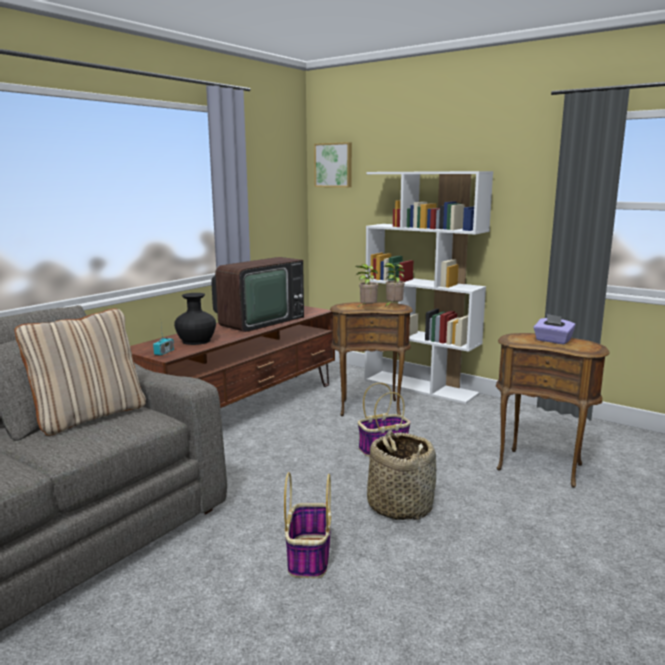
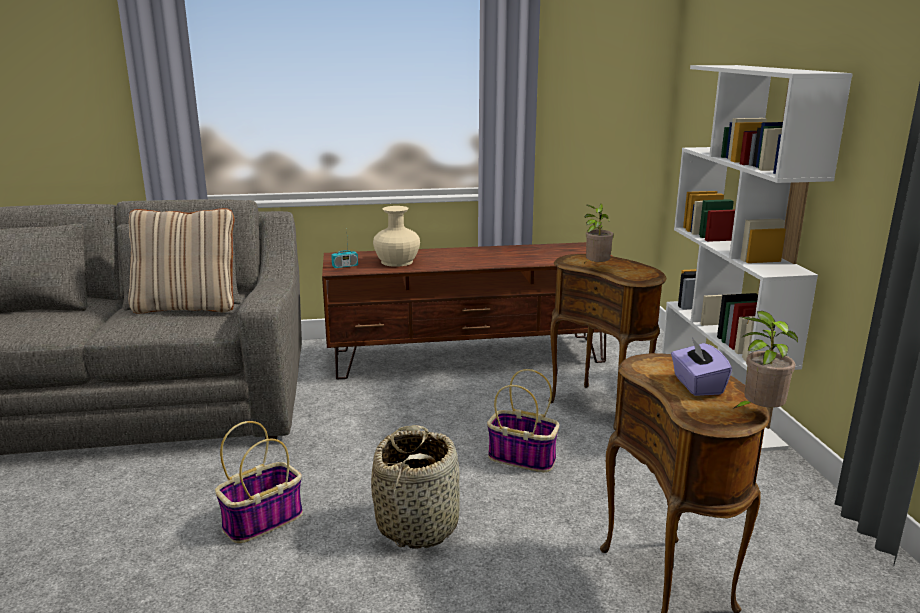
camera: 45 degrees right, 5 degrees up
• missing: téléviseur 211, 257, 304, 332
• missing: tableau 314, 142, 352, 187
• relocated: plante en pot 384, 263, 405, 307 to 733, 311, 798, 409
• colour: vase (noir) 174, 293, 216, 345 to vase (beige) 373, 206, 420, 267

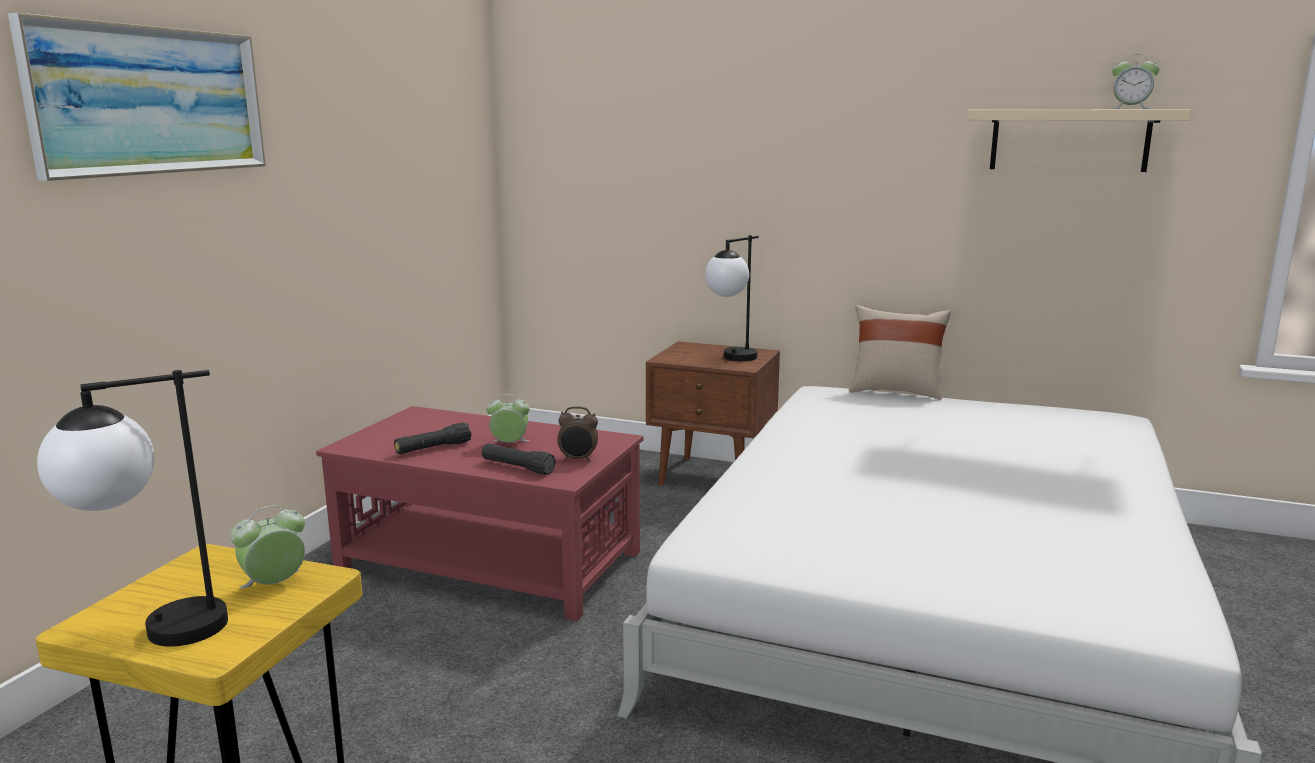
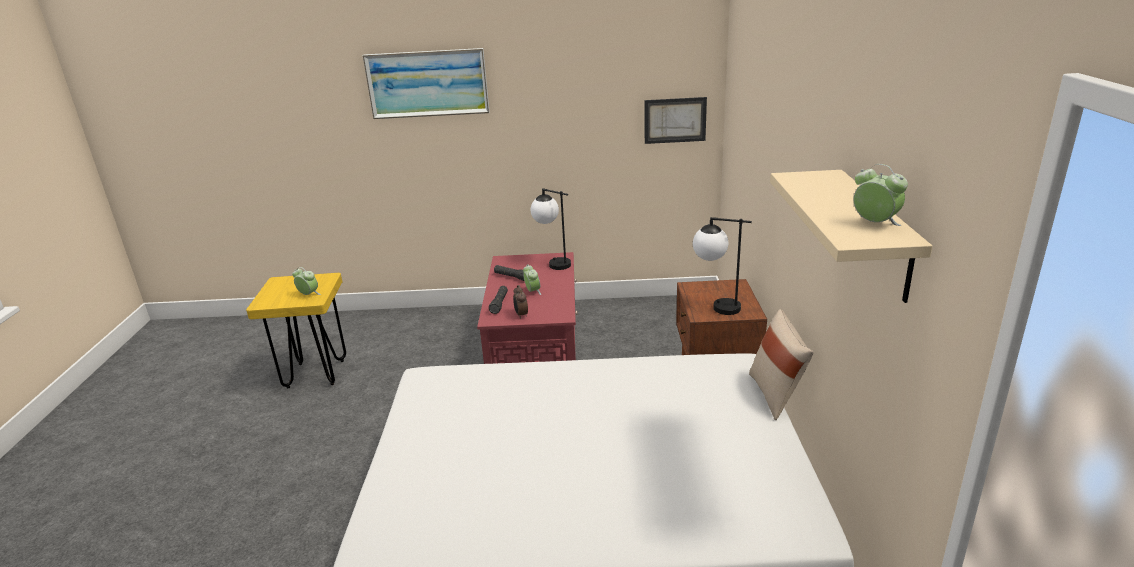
camera: 70 degrees right, 10 degrees up
• appeared: tableau 644, 97, 707, 144
• relocated: lampe de table 37, 370, 228, 647 to 531, 188, 571, 270
• spun: réveil 1112, 55, 1159, 109 = 854, 164, 908, 226 135 degrees clockwise

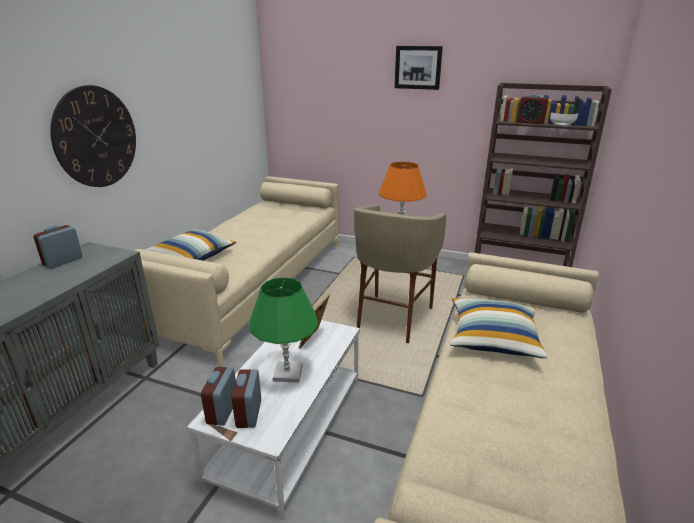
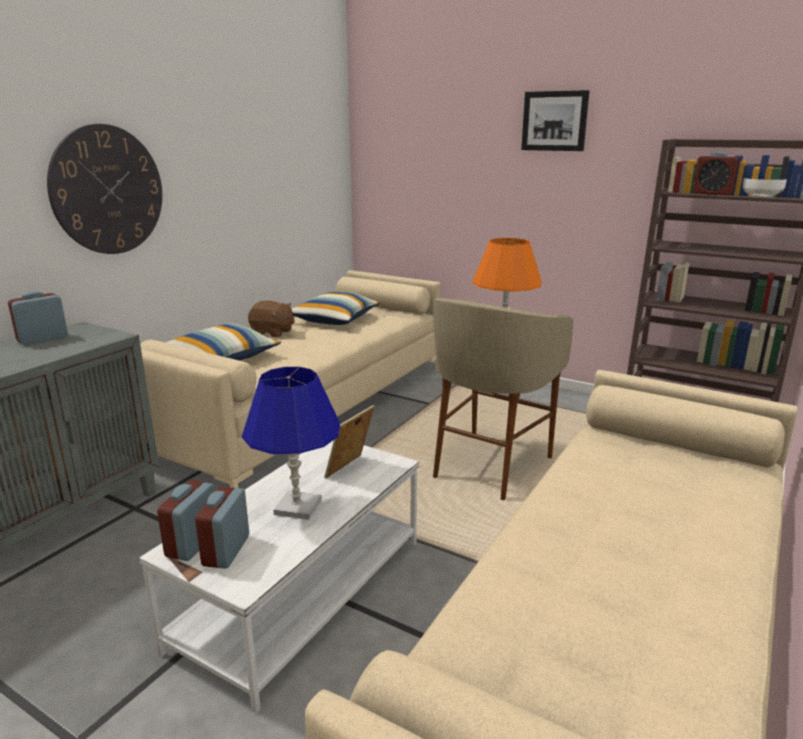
camera: 10 degrees right, 5 degrees down
• appeared: peluche (marron) 248, 301, 295, 337
• relocated: coussin 450, 298, 548, 358 to 292, 291, 380, 325
• colour: lampe de table (vert) 250, 277, 319, 382 to lampe de table (bleu) 242, 367, 340, 520

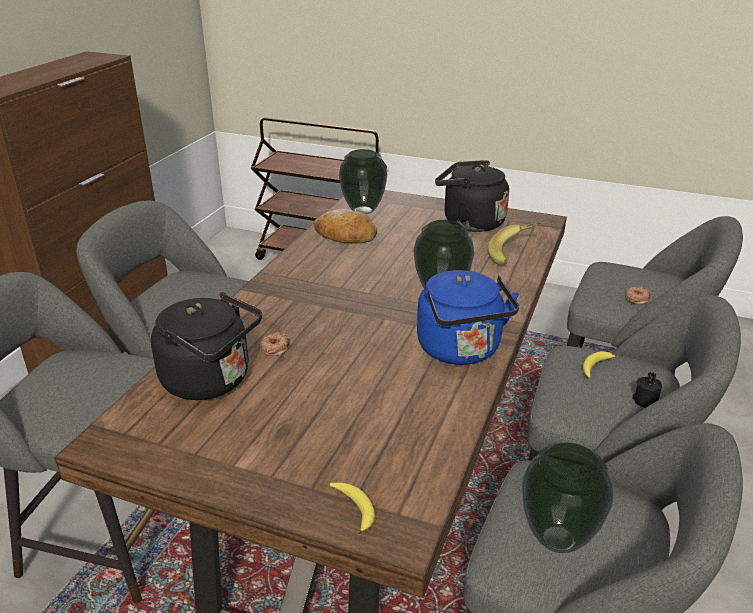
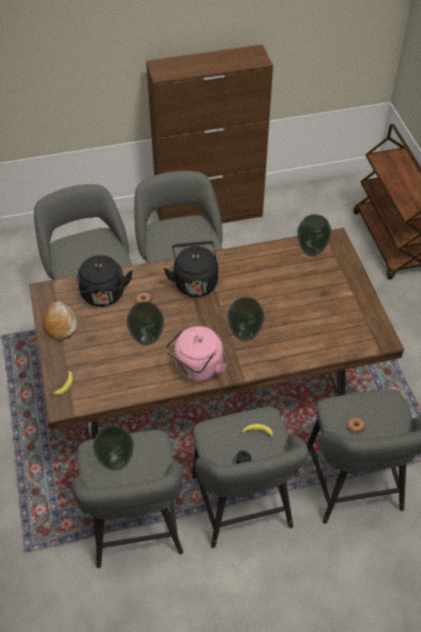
camera: 55 degrees right, 20 degrees up
• missing: banane 488, 222, 541, 265
• appeared: vase 126, 301, 164, 346
• relocated: pain 314, 209, 377, 243 to 44, 301, 76, 341
• relocated: bouilloire (noir) 435, 160, 509, 232 to 164, 241, 218, 297
• colour: bouilloire (bleu) 417, 270, 519, 365 to bouilloire (rose) 165, 326, 227, 381

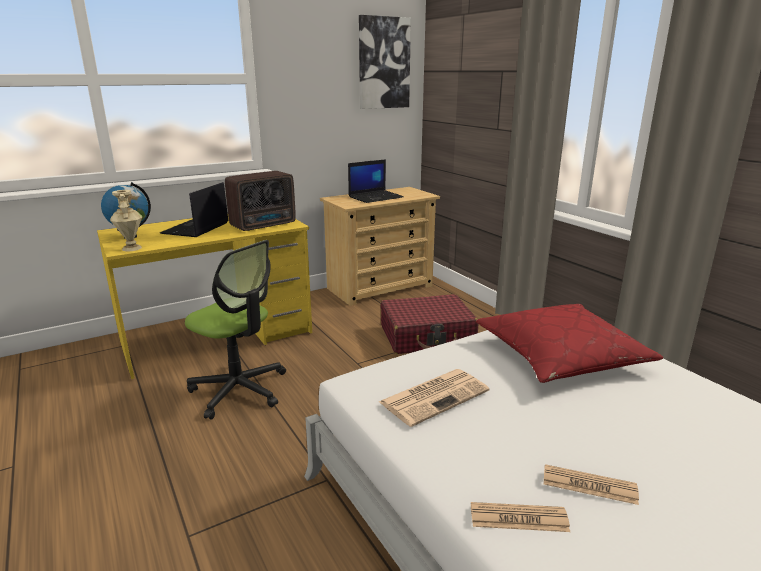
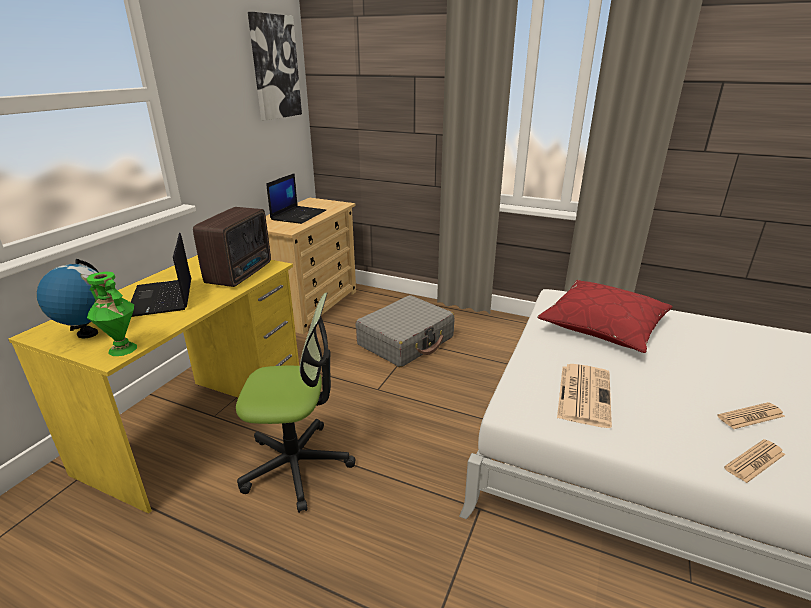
camera: 35 degrees left, 5 degrees up
• colour: vase (beige) 110, 190, 142, 251 to vase (vert) 86, 272, 137, 356
• colour: valise (rouge) 381, 294, 478, 354 to valise (gris) 356, 295, 454, 367

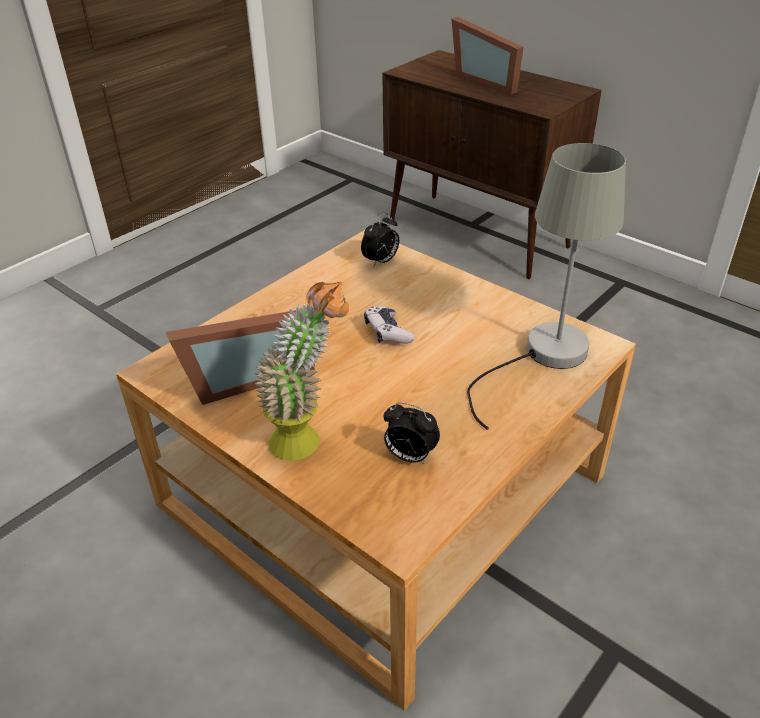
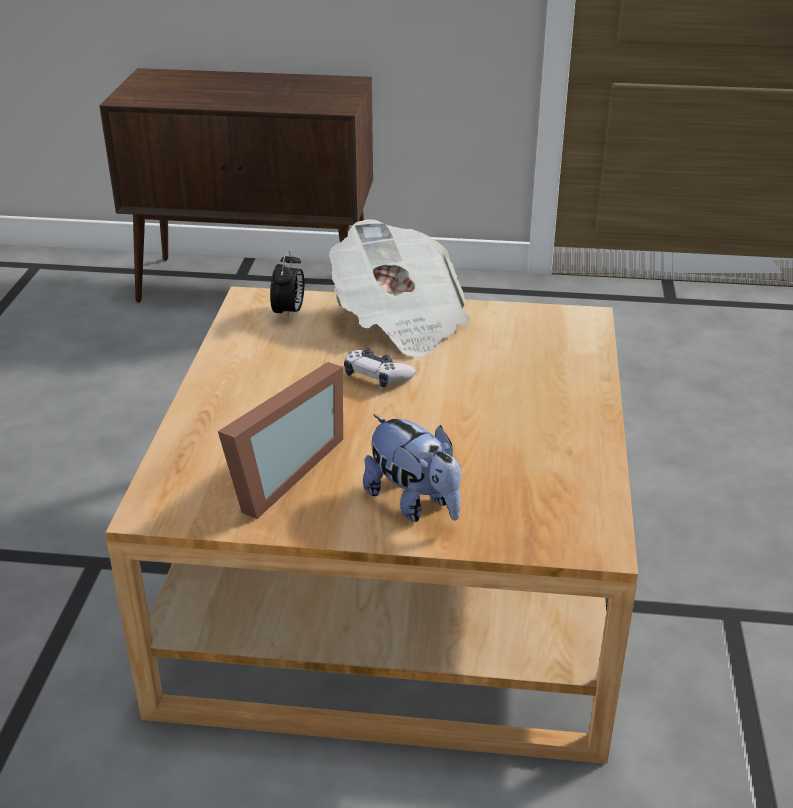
camera: 35 degrees left, 5 degrees down
• missing: réveil 383, 402, 440, 463
• missing: cadre photo 451, 17, 524, 95
• missing: lampe de table (gris) 467, 143, 626, 430
• appeared: journal 329, 219, 470, 358
• exchanged: plante en pot 255, 282, 349, 461 to peluche 363, 414, 461, 522

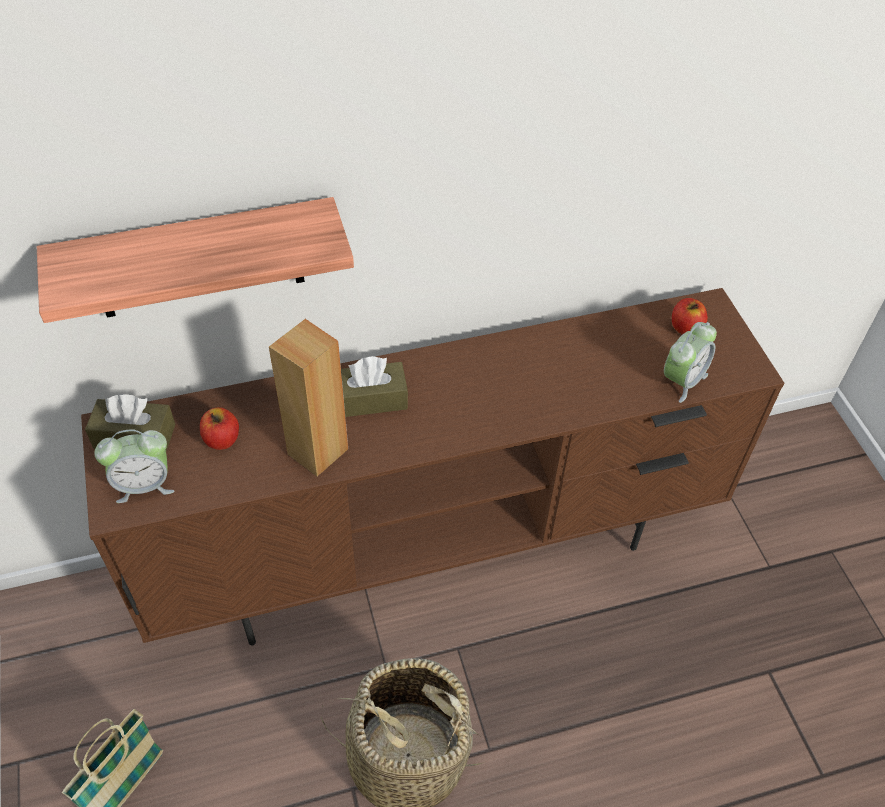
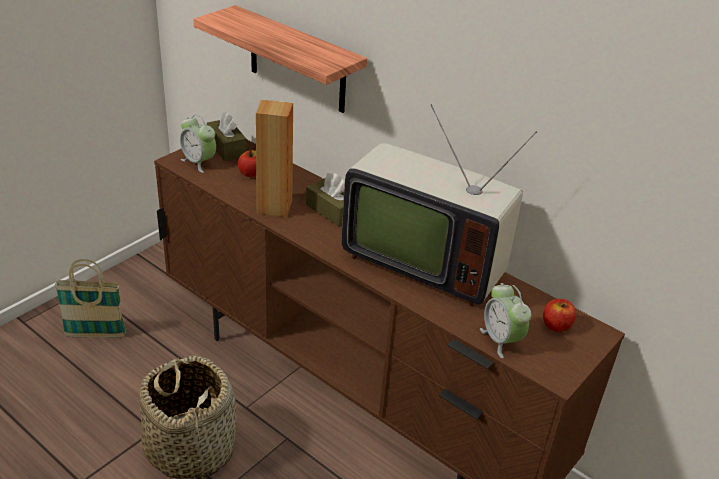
camera: 55 degrees right, 15 degrees down
• appeared: téléviseur 342, 104, 537, 307
• spun: réveil 664, 322, 717, 403 = 480, 283, 531, 358 60 degrees clockwise

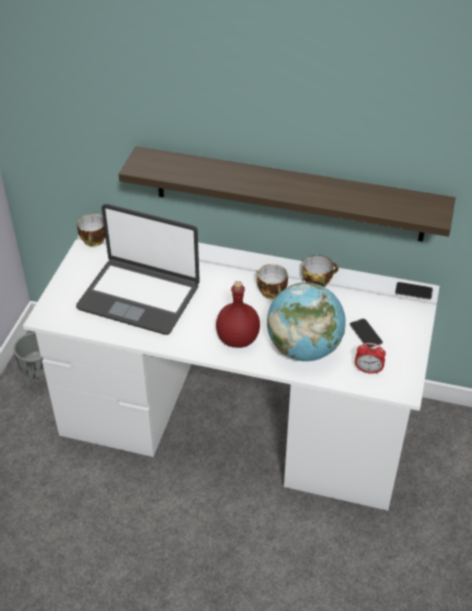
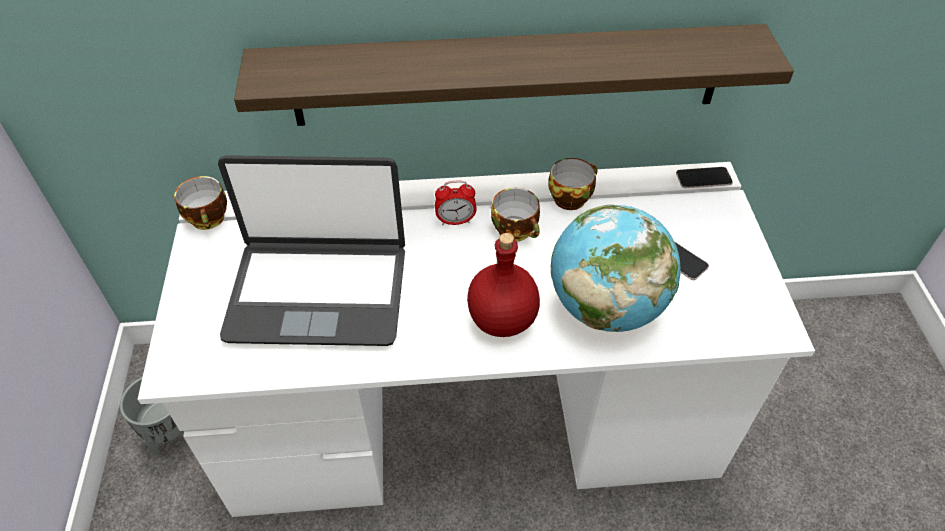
camera: 20 degrees left, 5 degrees up
• relocated: réveil 355, 343, 386, 374 to 435, 181, 477, 225

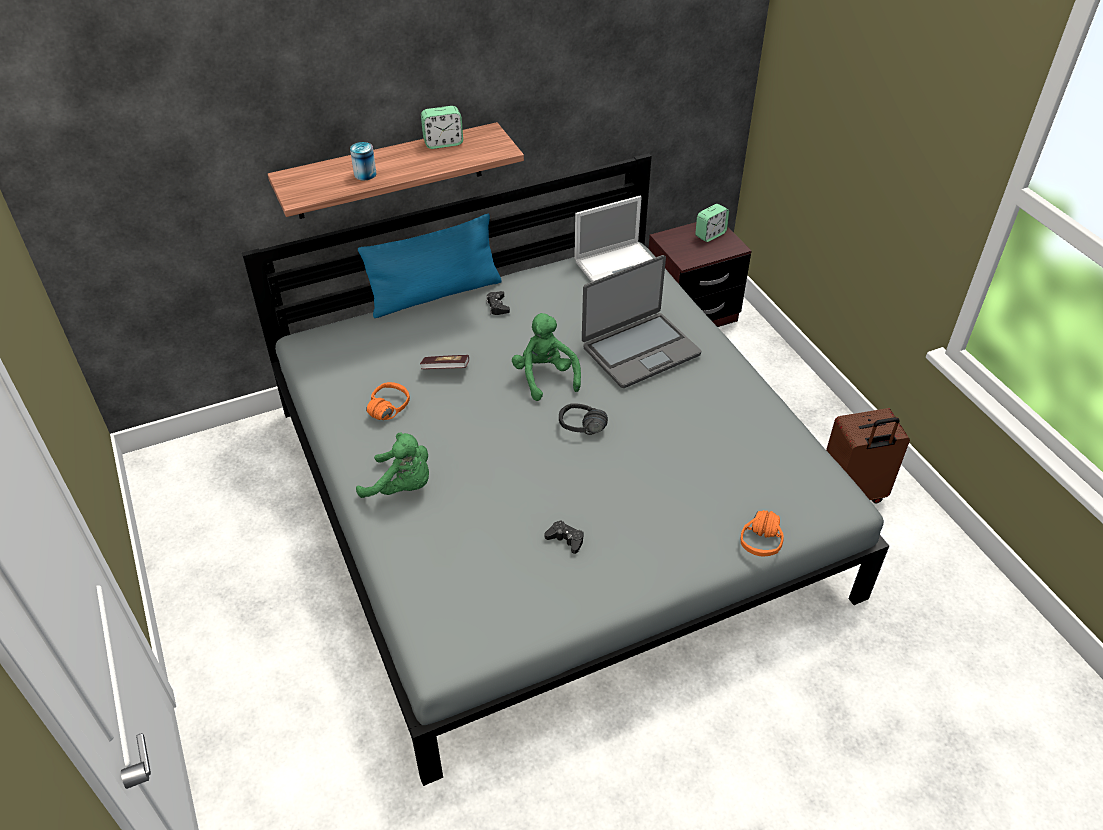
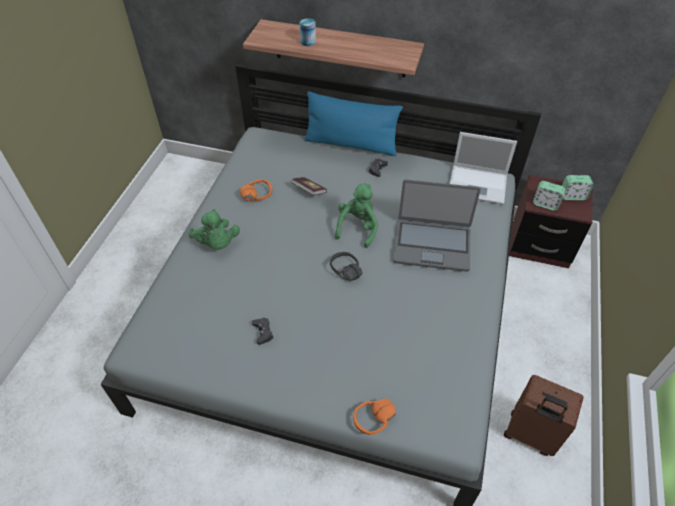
camera: 40 degrees right, 5 degrees up
• relocated: réveil 421, 106, 463, 149 to 533, 181, 566, 211

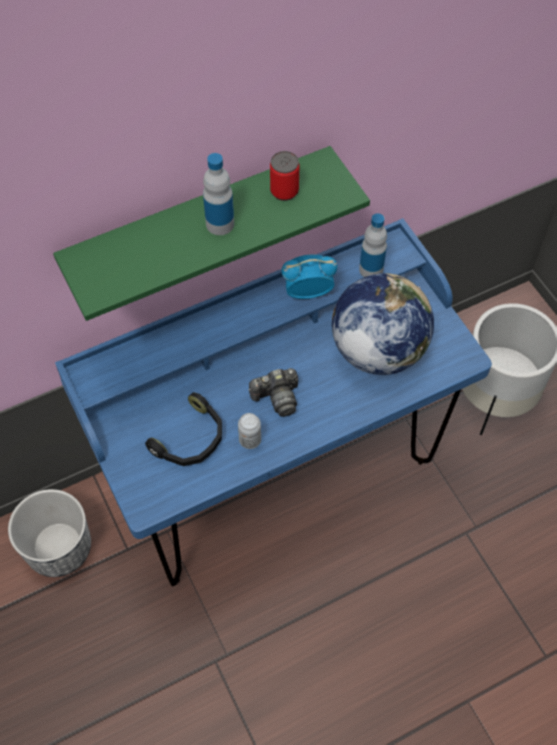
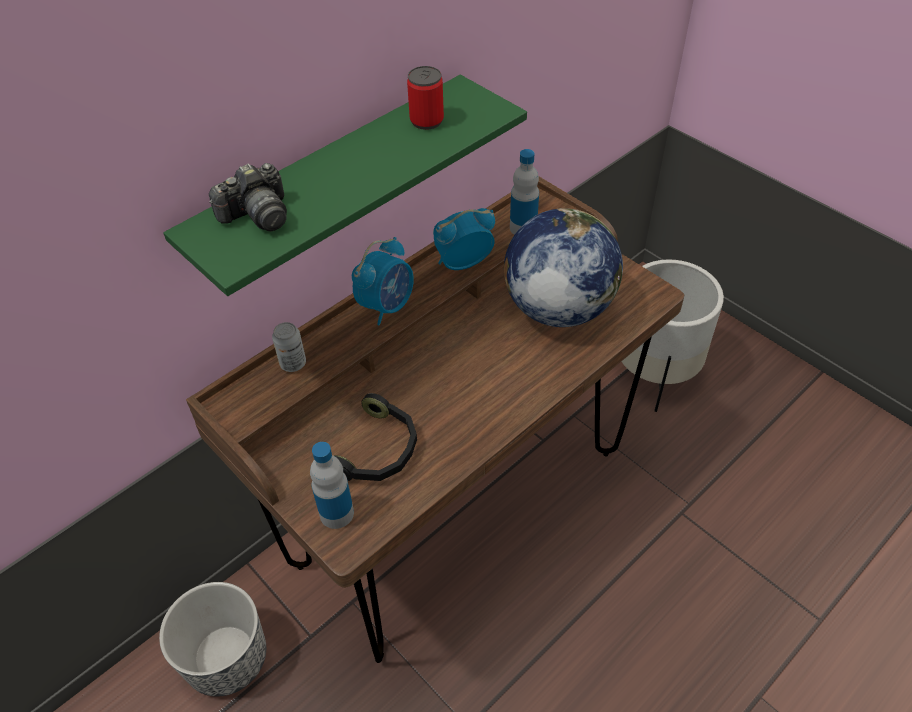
camera: 15 degrees left, 10 degrees down
• appeared: réveil 352, 237, 414, 325
• relocated: bouteille 203, 153, 234, 235 to 310, 442, 354, 529
• relocated: boîte métallique 238, 413, 261, 449 to 272, 322, 306, 372
• relocated: appareil photo 249, 368, 298, 417 to 209, 163, 287, 231
• colour: bureau (bleu) 55, 218, 492, 586 to bureau (marron) 186, 177, 684, 663

